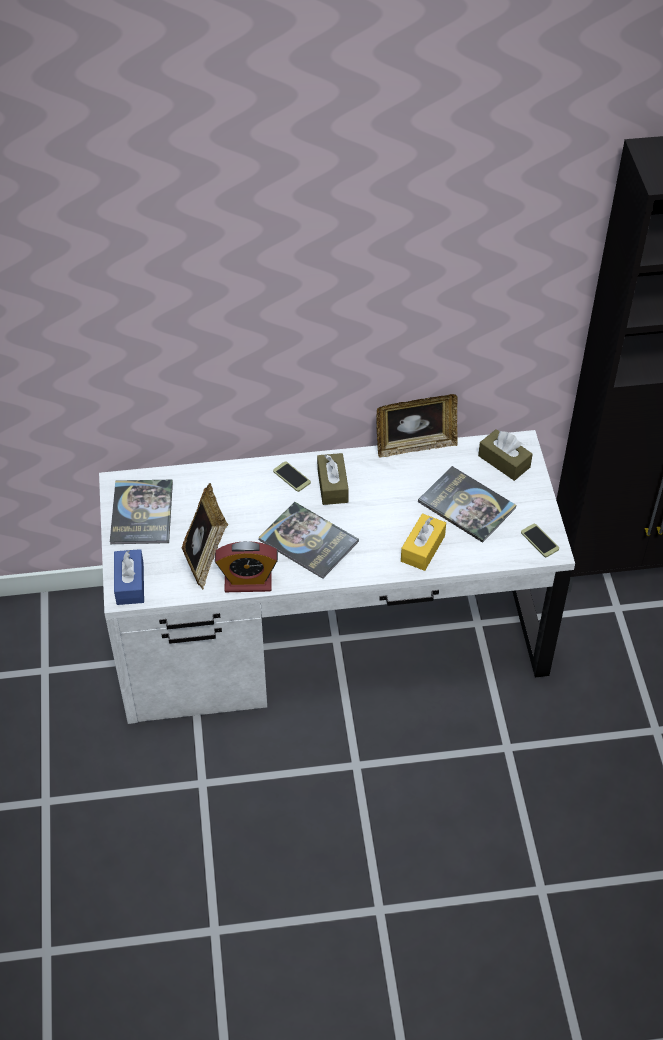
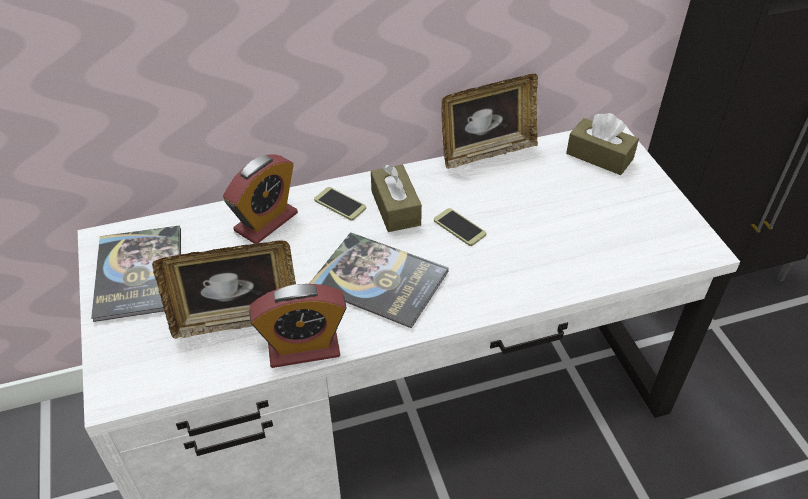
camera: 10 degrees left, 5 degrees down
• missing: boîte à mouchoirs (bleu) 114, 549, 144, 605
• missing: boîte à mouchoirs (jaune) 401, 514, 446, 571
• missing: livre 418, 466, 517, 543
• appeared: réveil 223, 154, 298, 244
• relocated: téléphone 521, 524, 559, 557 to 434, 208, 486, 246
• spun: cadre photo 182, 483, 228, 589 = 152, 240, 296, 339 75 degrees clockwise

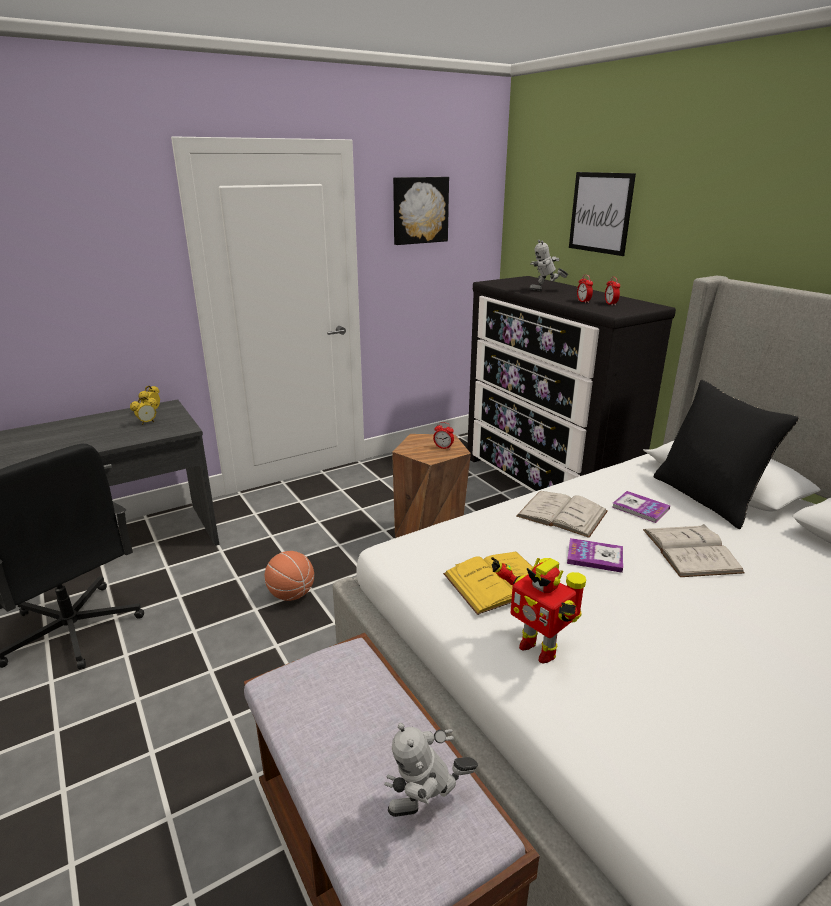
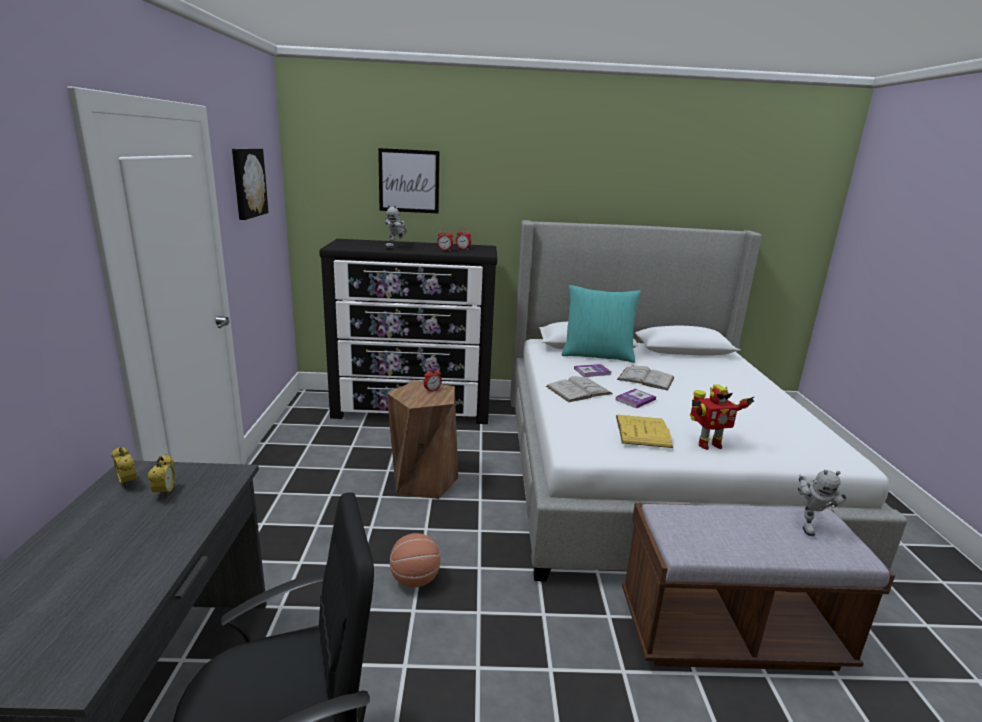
camera: 60 degrees left, 5 degrees down
• colour: coussin (noir) 654, 380, 799, 529 to coussin (turquoise) 562, 285, 641, 363

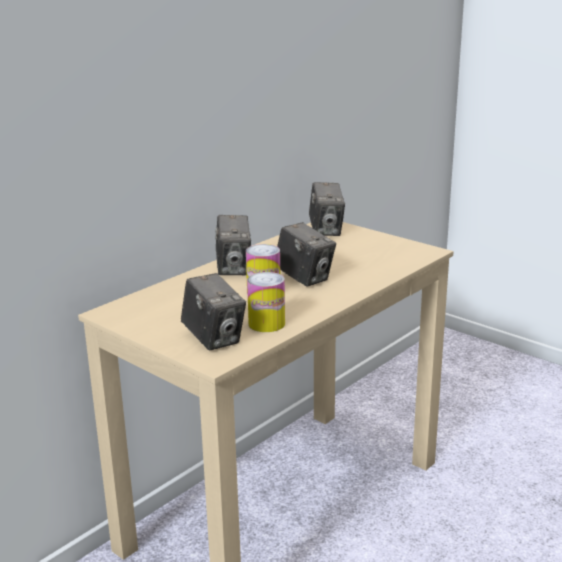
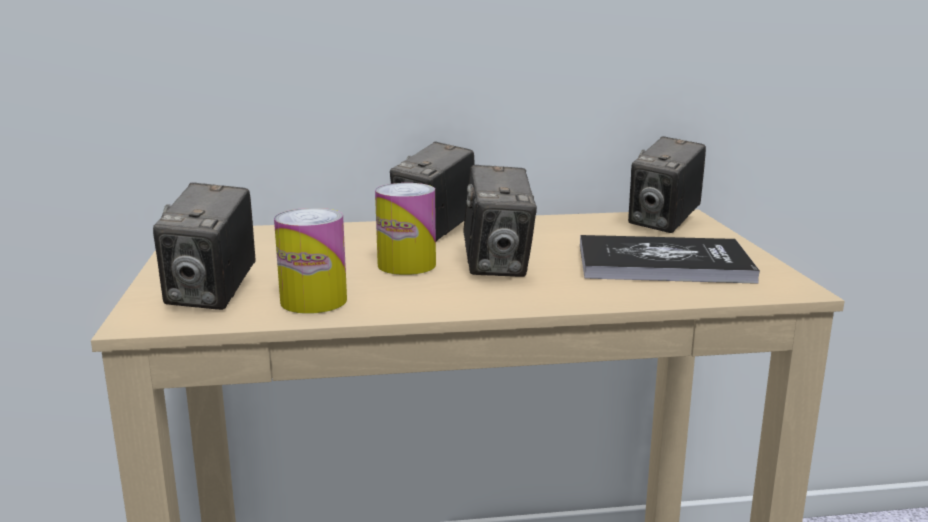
camera: 40 degrees right, 5 degrees down
• appeared: livre 580, 235, 760, 284

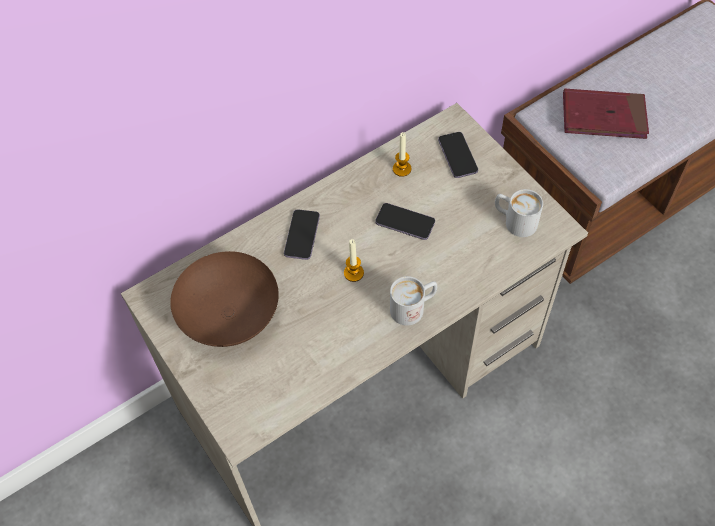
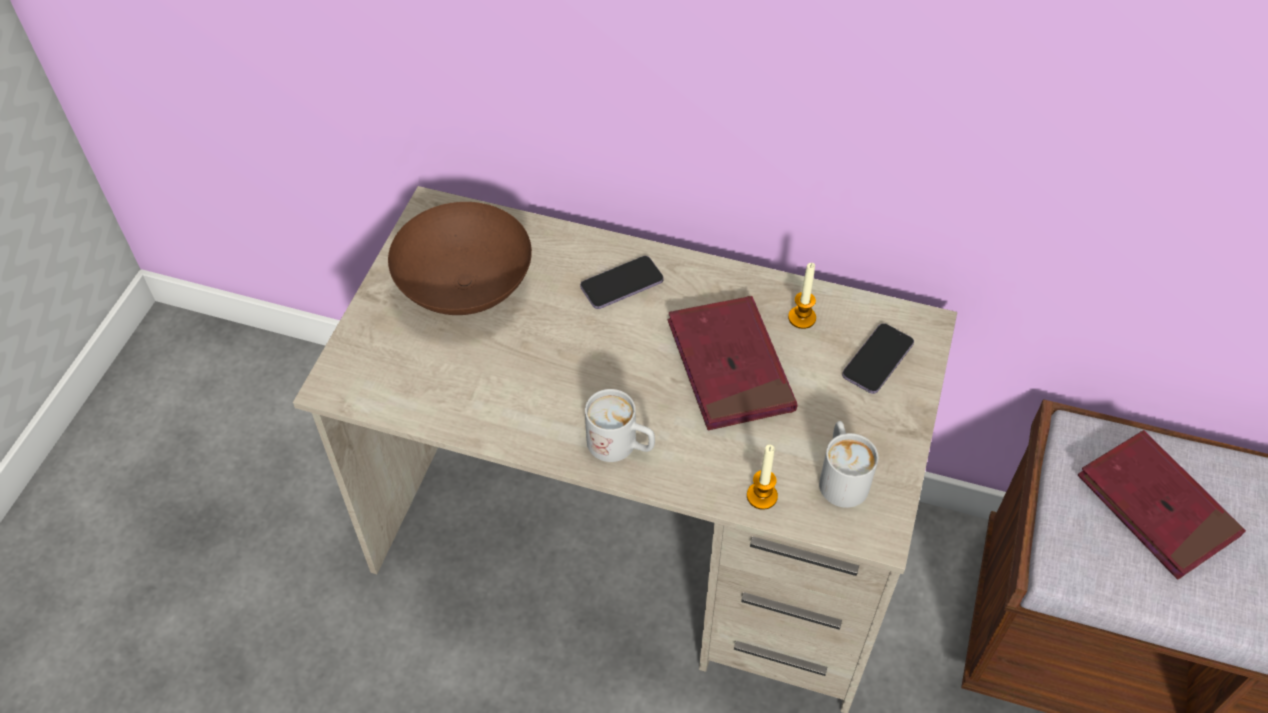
camera: 50 degrees right, 5 degrees down
• relocated: bougie 344, 239, 364, 282 to 747, 444, 778, 510
• exchanged: téléphone 375, 203, 435, 240 to livre (rouge) 668, 296, 798, 430

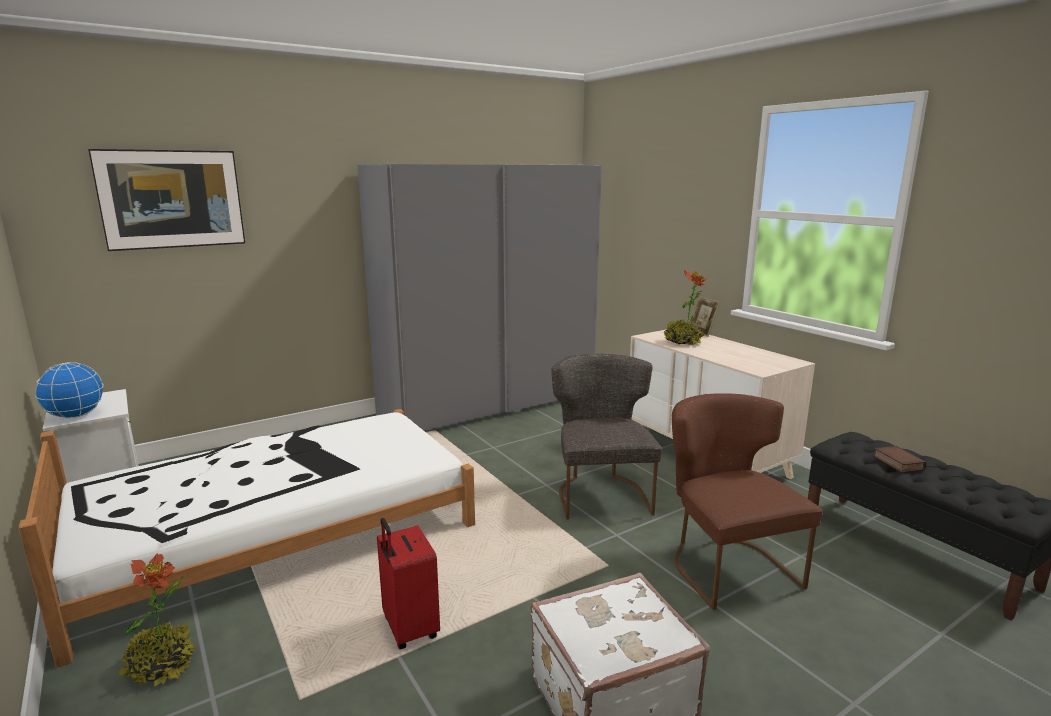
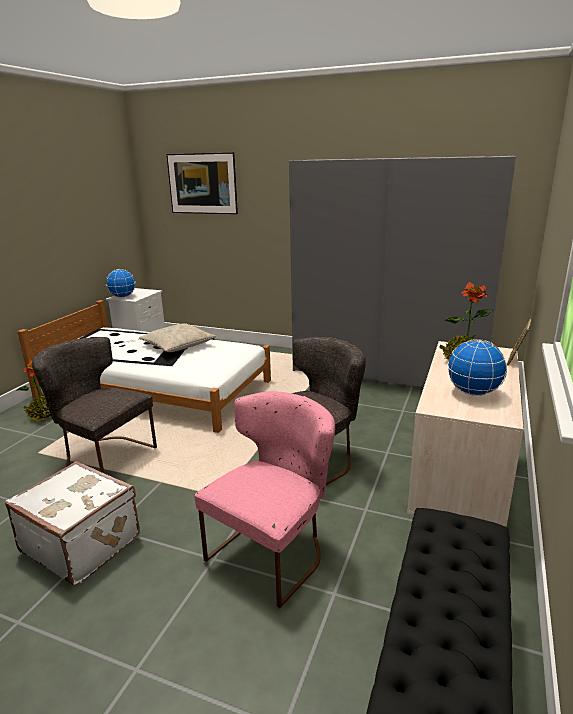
camera: 55 degrees right, 5 degrees up
• missing: livre 873, 446, 926, 473
• appeared: coussin (beige) 139, 323, 217, 352
• appeared: globe 447, 339, 507, 396
• exchanged: valise (rouge) 377, 518, 440, 649 to chaise (gris) 32, 337, 157, 473
• colour: chaise (marron) 672, 393, 823, 610 to chaise (rose) 195, 391, 335, 608

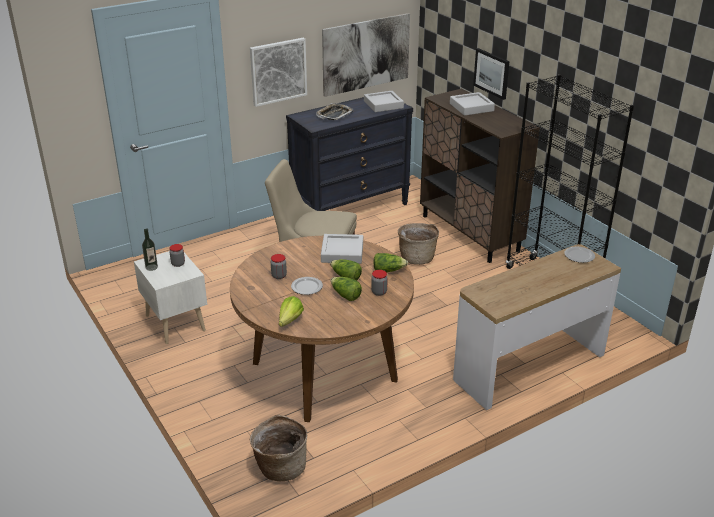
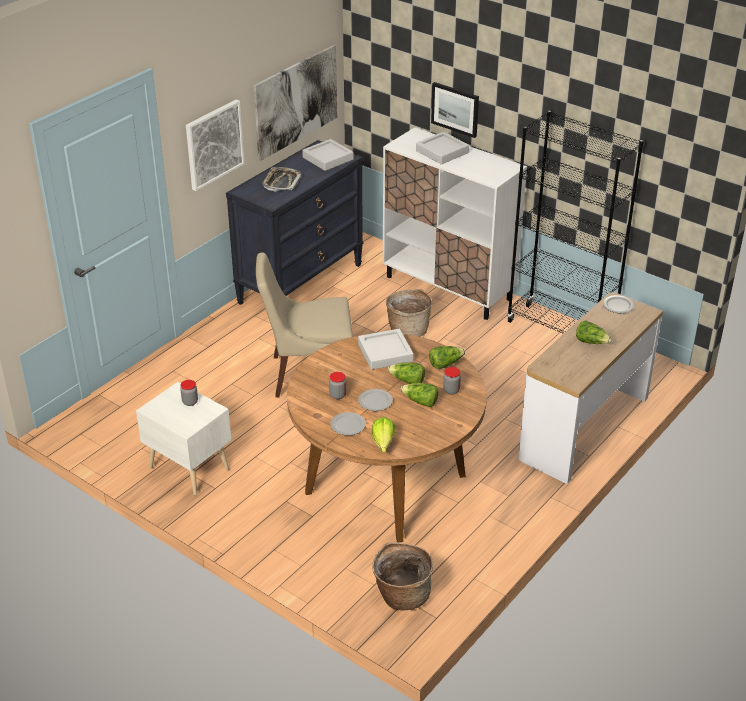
camera: 20 degrees left, 5 degrees up
• missing: bouteille 142, 229, 158, 271
• appeared: assiette 330, 412, 366, 435
• appeared: laitue 576, 320, 612, 344
• colour: meuble de rangement (marron) 420, 89, 540, 263 to meuble de rangement (blanc) 383, 127, 527, 320

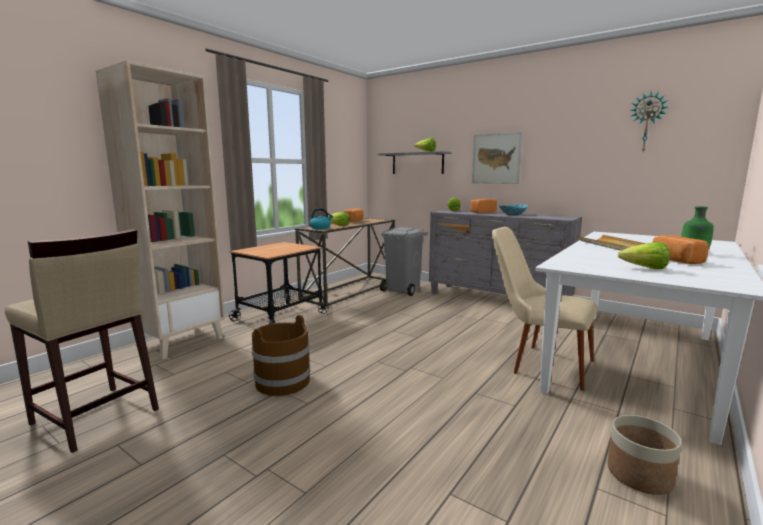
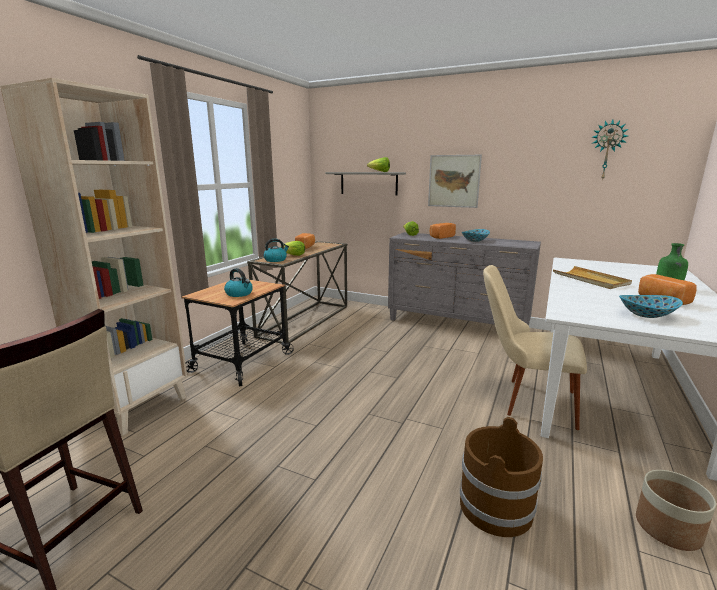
camera: 10 degrees left, 5 degrees up
• missing: poubelle (gris) 380, 227, 428, 296
• appeared: bouilloire 224, 268, 253, 297
• relocated: seau (marron) 252, 315, 310, 396 to 460, 417, 543, 537
• exchanged: laitue 618, 242, 670, 269 to bol 619, 295, 683, 318

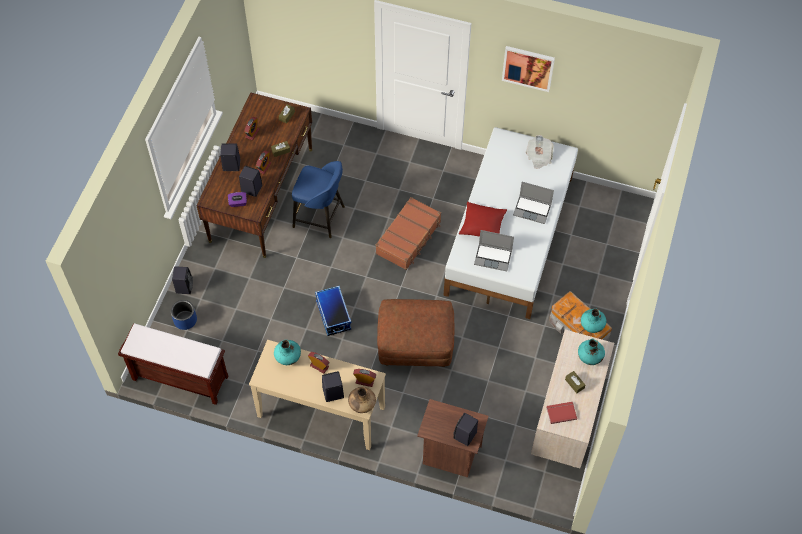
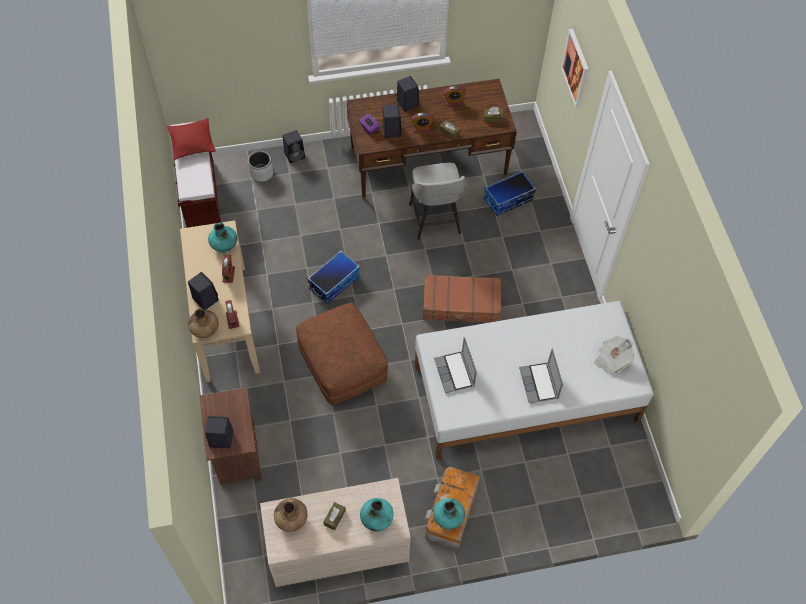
camera: 60 degrees right, 0 degrees up
• appeared: boîte de rangement 484, 171, 536, 216
• relocated: coussin (rouge) 459, 202, 507, 237 to 167, 118, 216, 160
• relocated: tableau 502, 46, 555, 92 to 561, 29, 589, 107
• exchanged: livre (rouge) 546, 402, 577, 424 to vase (marron) 274, 498, 308, 532
• colour: cache-pot (bleu) 171, 300, 197, 330 to cache-pot (gris) 248, 150, 274, 182
• colour: tabouret (bleu) 292, 161, 345, 238 to tabouret (gris) 409, 163, 465, 240

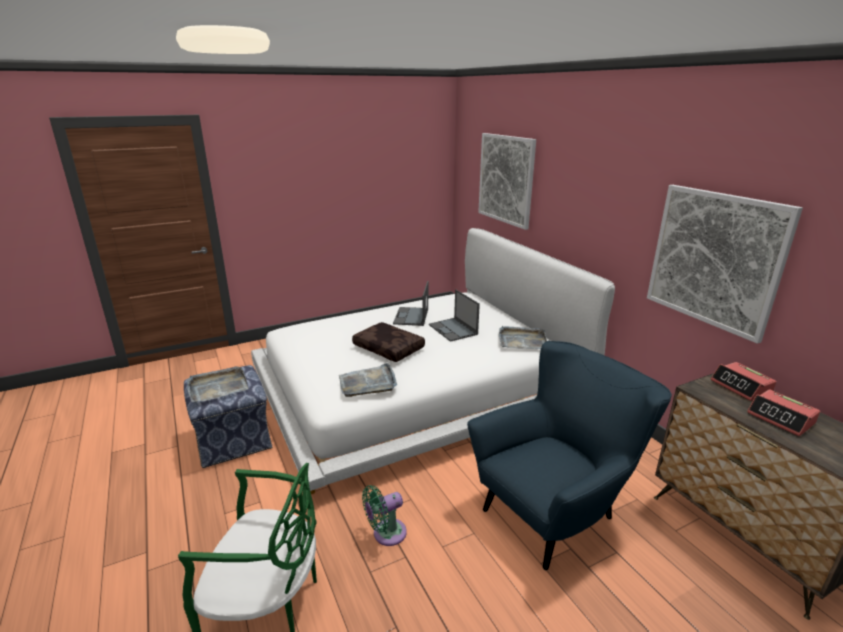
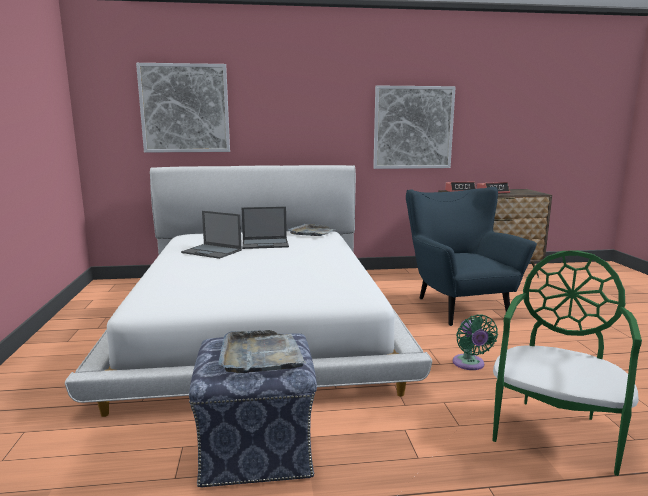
camera: 70 degrees left, 10 degrees down
• missing: plateau (gris) 339, 363, 397, 397
• missing: coussin (marron) 352, 322, 425, 362

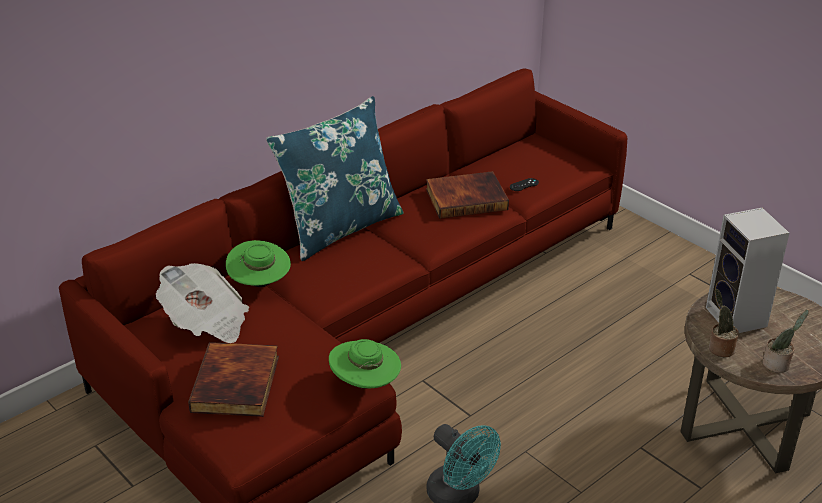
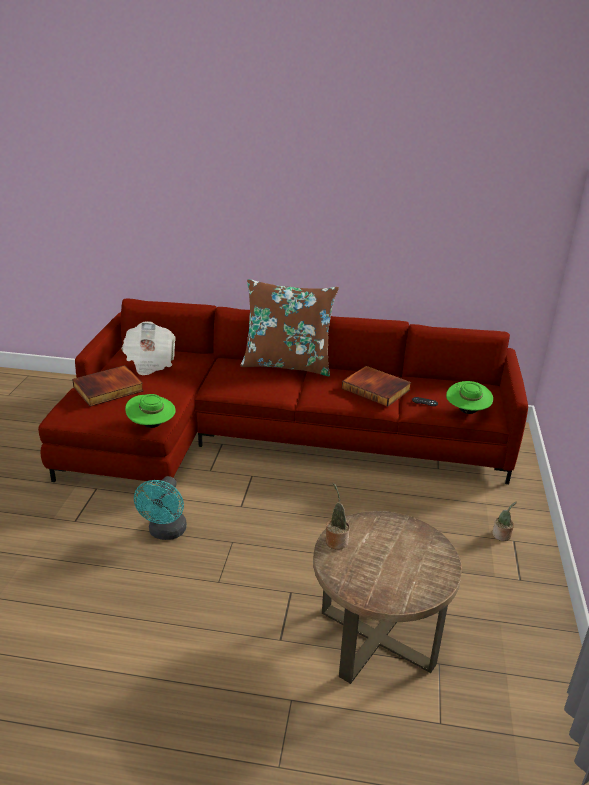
camera: 50 degrees right, 5 degrees down
• missing: enceinte 706, 207, 789, 333
• relocated: chapeau (vert) 226, 240, 291, 287 to 446, 381, 493, 414
• relocated: plante en pot 763, 310, 809, 373 to 492, 502, 517, 541
• colour: coussin (bleu) 266, 96, 404, 261 to coussin (marron) 240, 279, 339, 376

